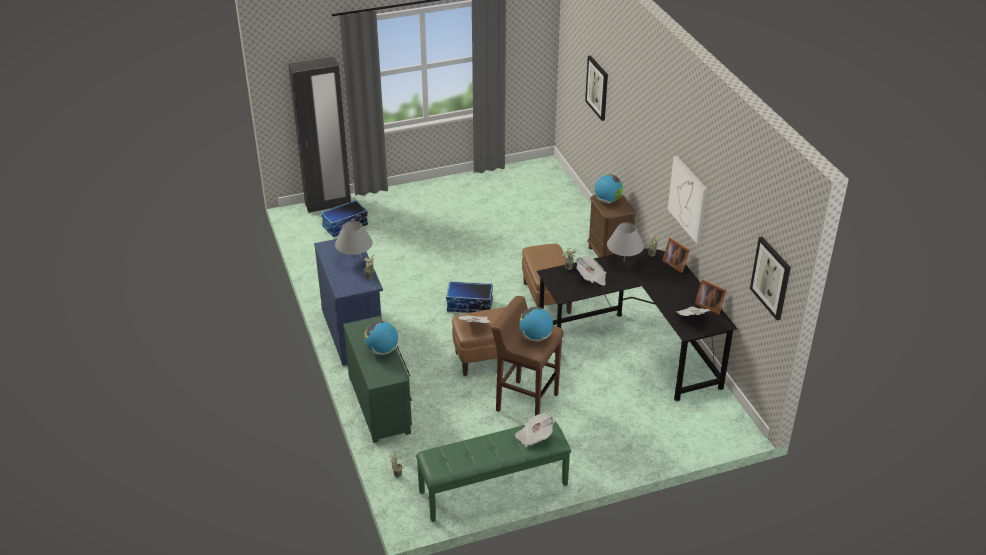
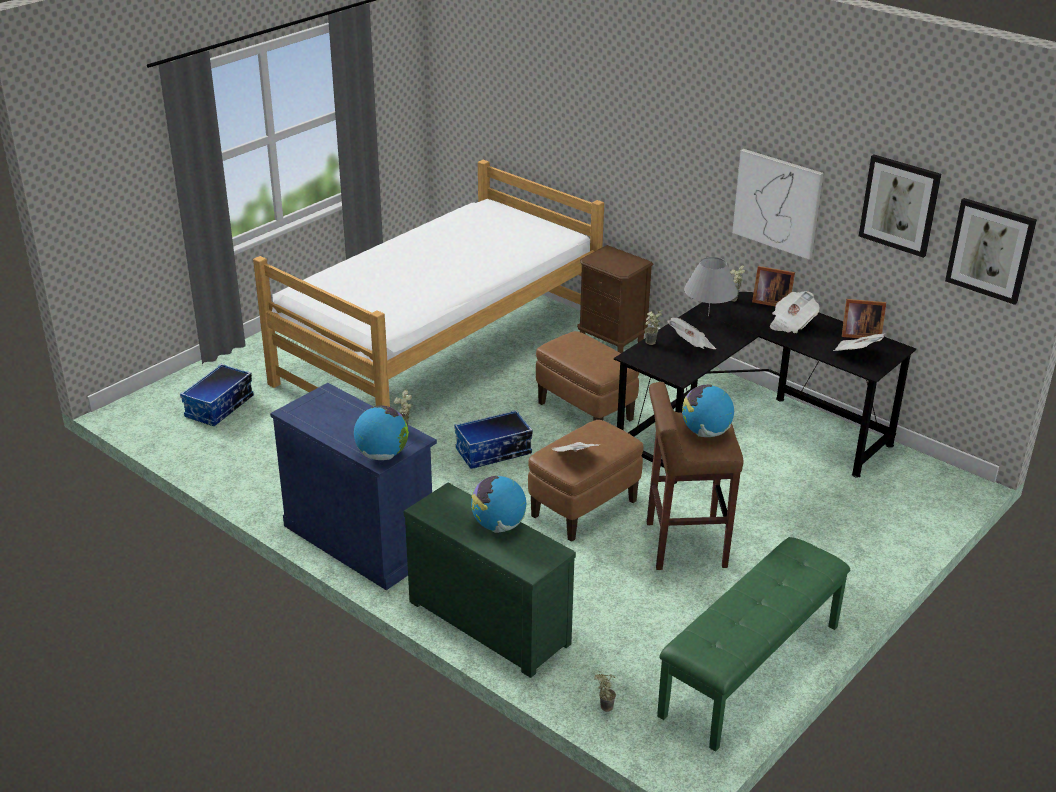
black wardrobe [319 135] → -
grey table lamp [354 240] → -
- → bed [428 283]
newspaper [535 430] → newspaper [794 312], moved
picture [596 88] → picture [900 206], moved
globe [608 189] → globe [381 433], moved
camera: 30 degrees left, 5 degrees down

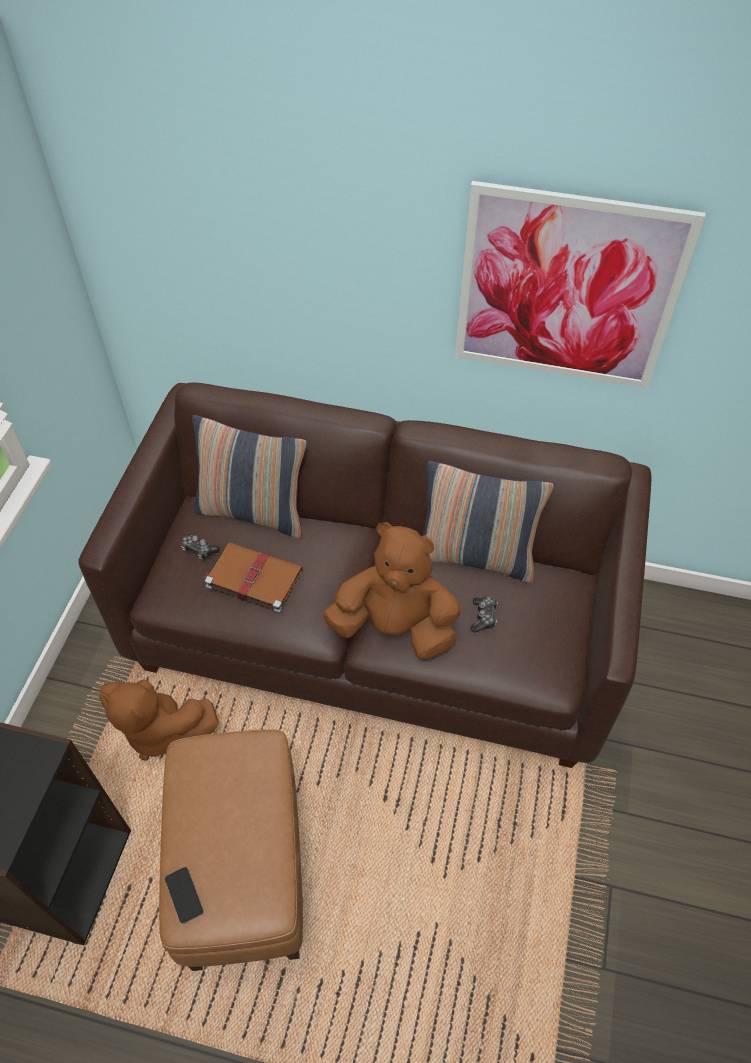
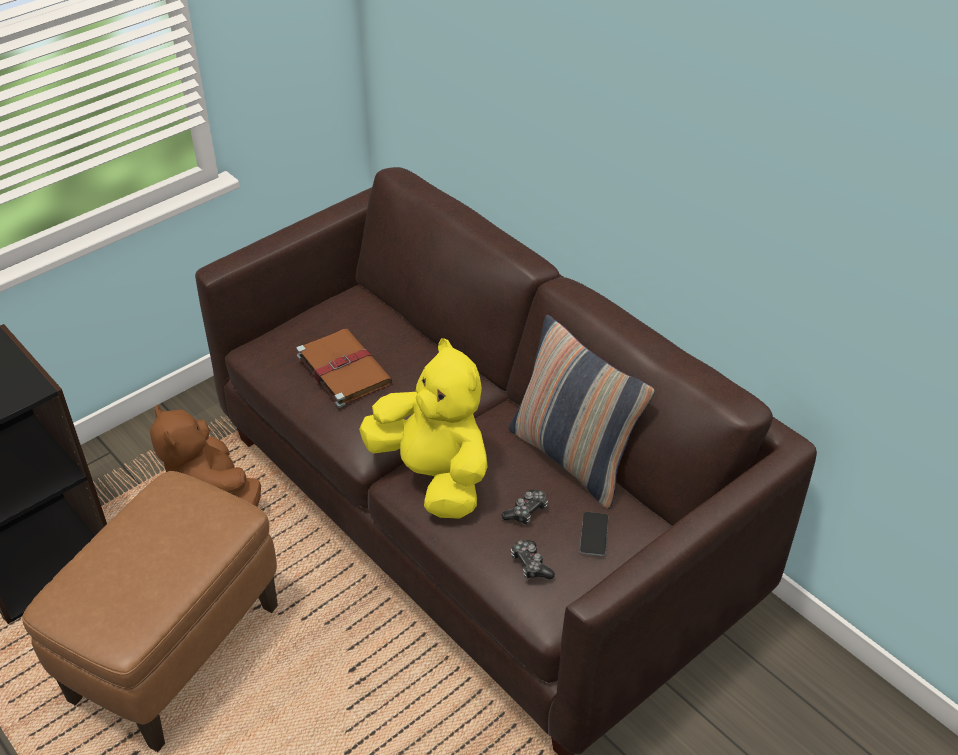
pillow [249 477] → -
picture [580 285] → -
phone [184 895] → phone [594 534], moved
game controller [200 547] → game controller [533 560], moved
brown plush toy [392 590] → yellow plush toy [423 428]
camera: 35 degrees right, 10 degrees down

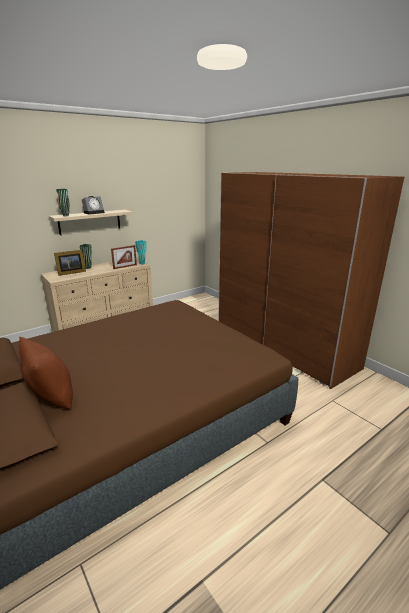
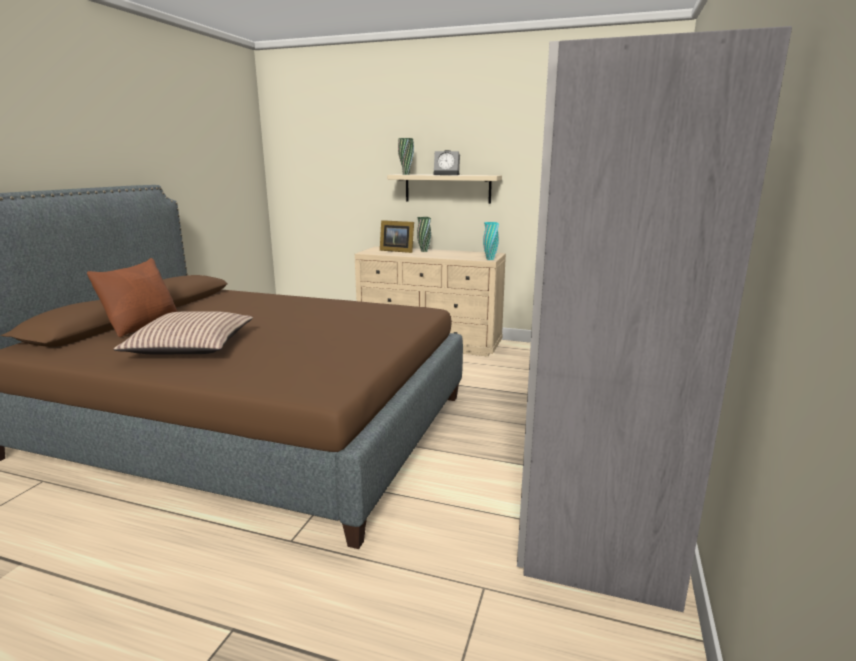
picture frame [124 257] → -
- → pillow [183 332]
brown wardrobe [311 280] → grey wardrobe [654 319]
camera: 55 degrees right, 5 degrees down

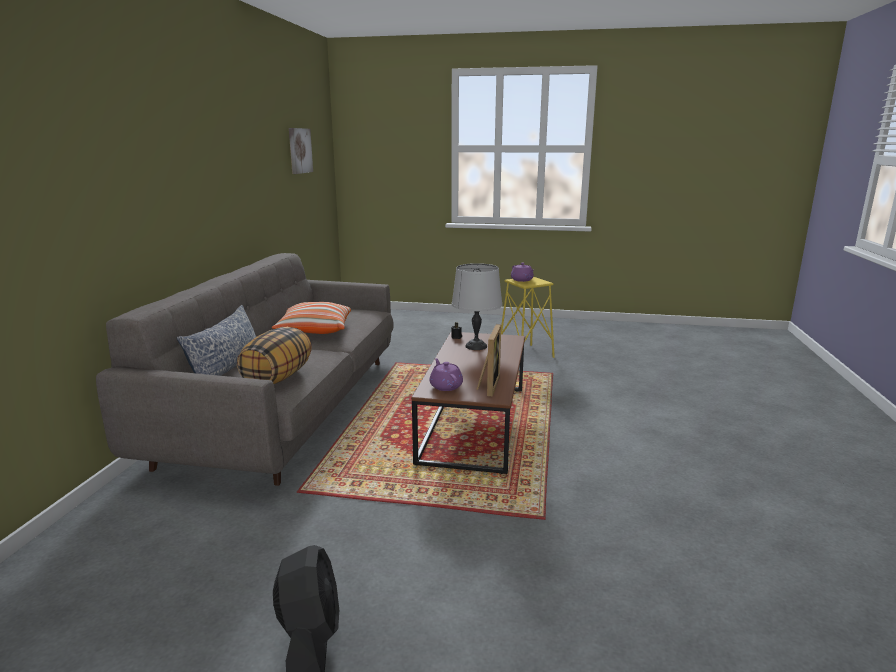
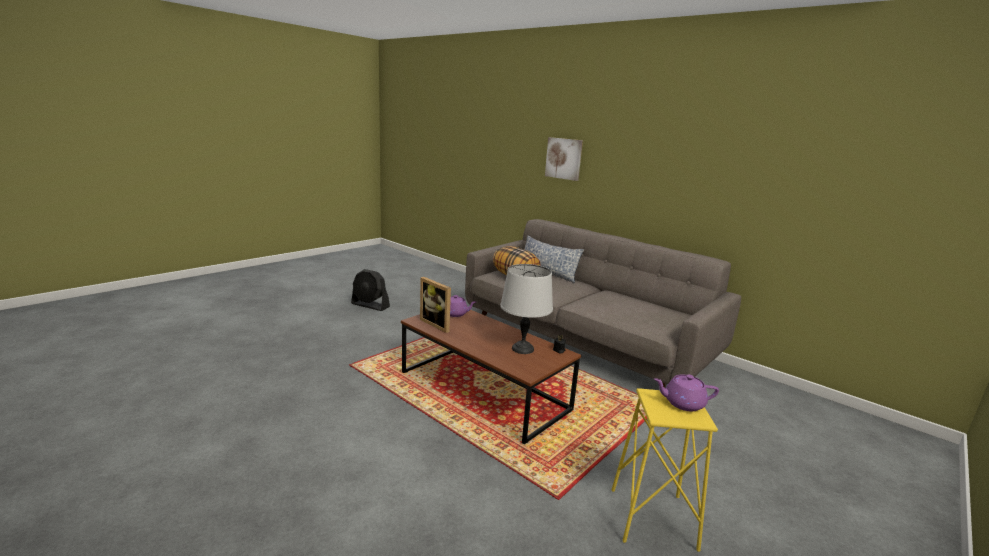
pillow [311 318] → -
picture [301 151] → picture [564 159], moved
camera: 120 degrees right, 0 degrees up

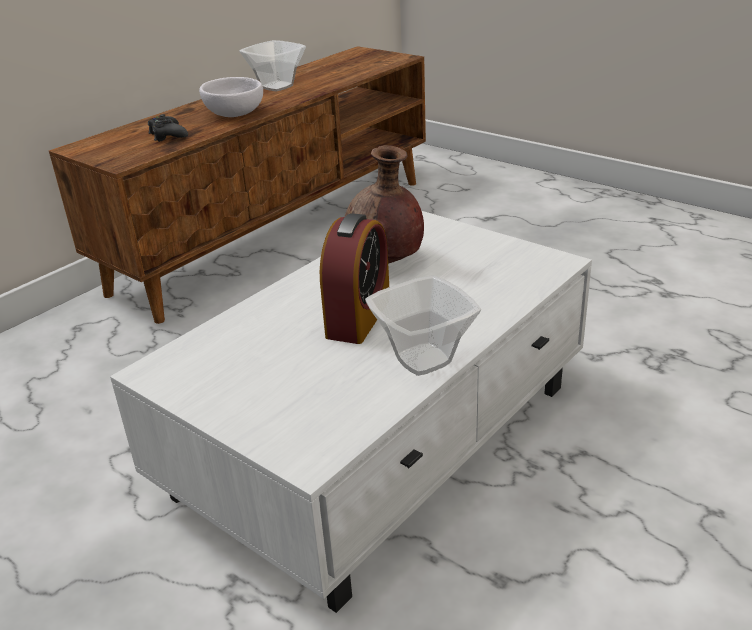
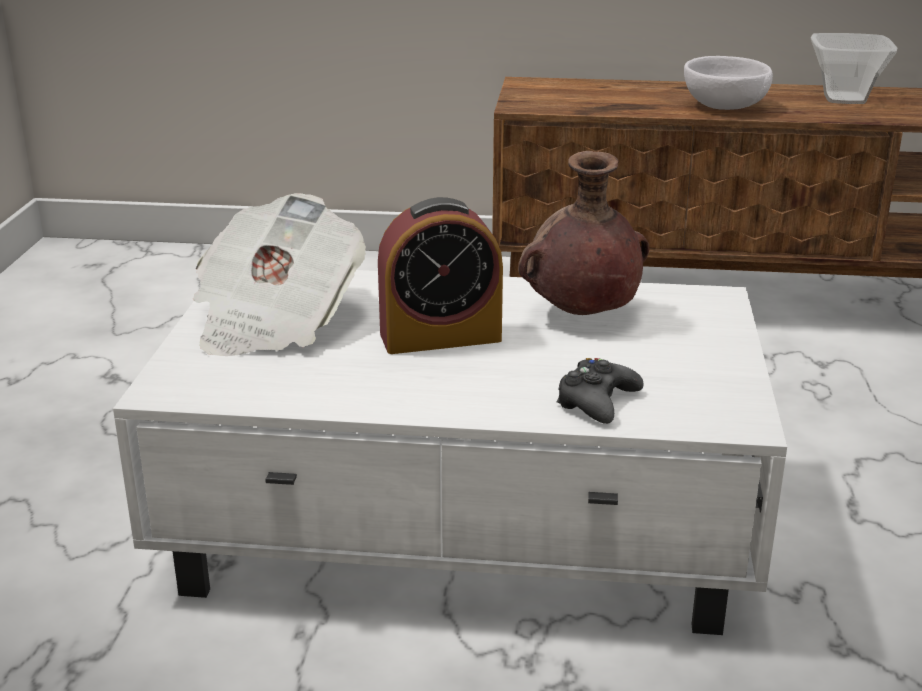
bowl [423 325] → -
- → newspaper [279 274]
black game controller [168 128] → black game controller [600 391], moved
camera: 55 degrees right, 5 degrees down

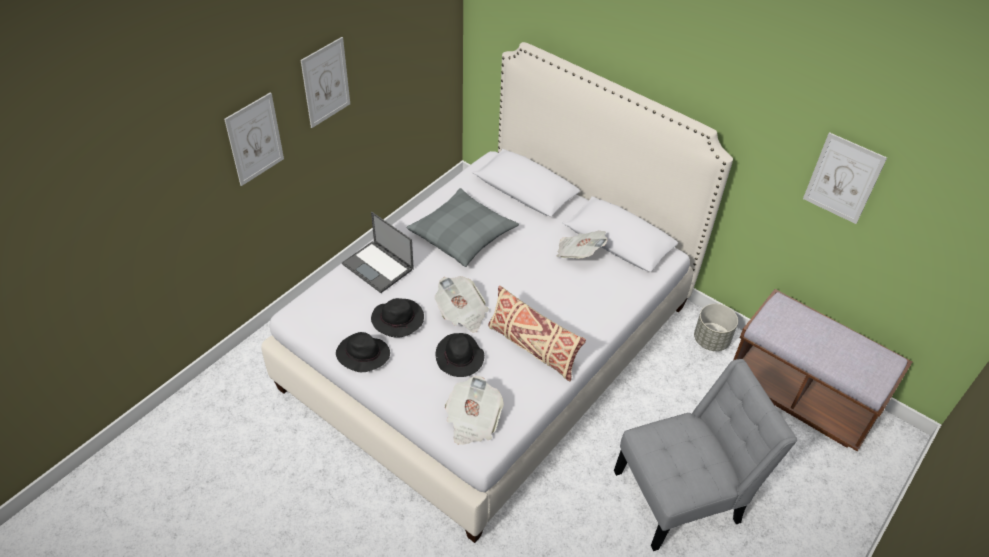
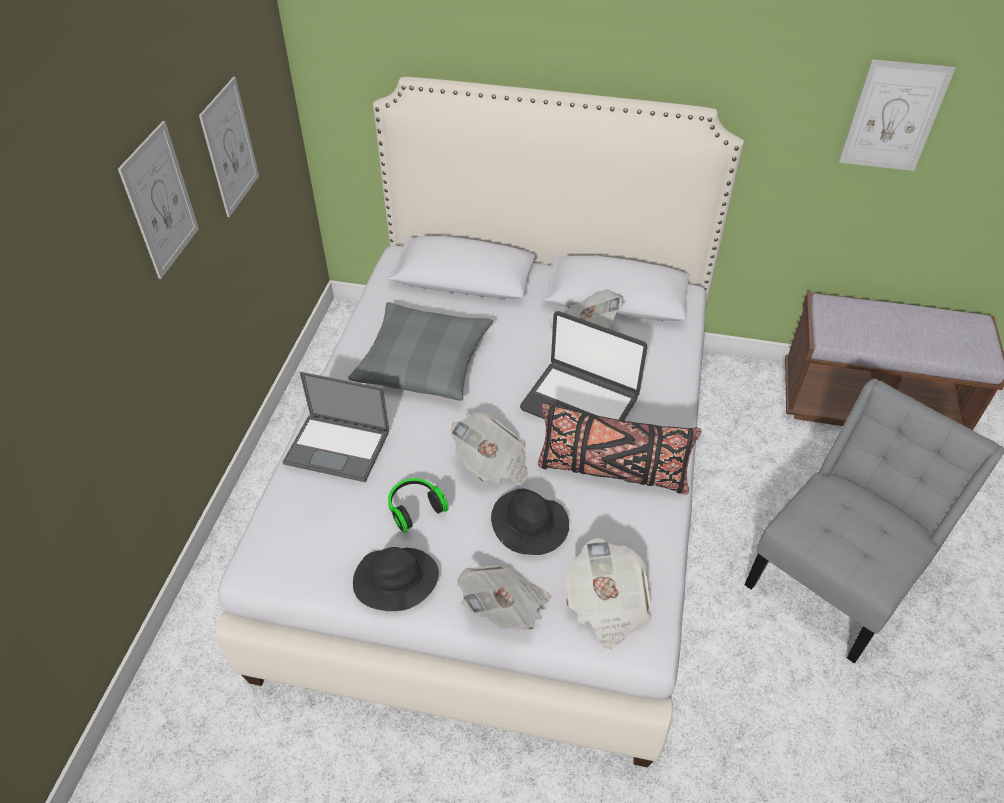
grey planter [716 327] → -
- → newspaper [504 598]
- → laptop [583 366]
picture [254 139] → picture [229 147], moved
black hat [397 318] → headphones [418 505]
beige pillow [537 333] → black pillow [619 449]
camera: 25 degrees left, 0 degrees up

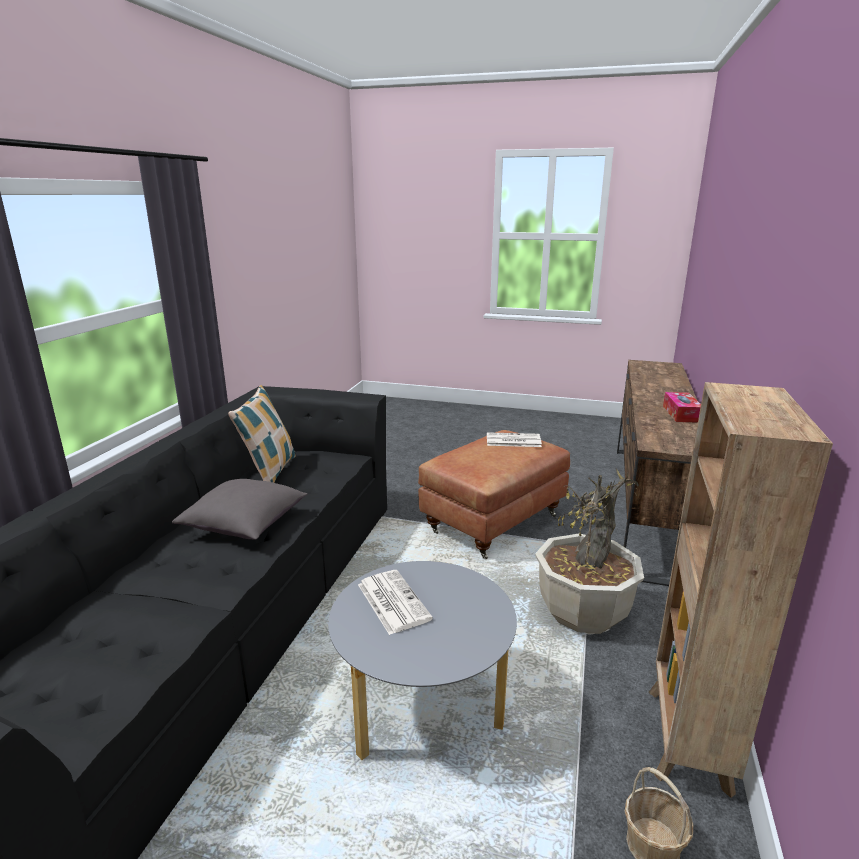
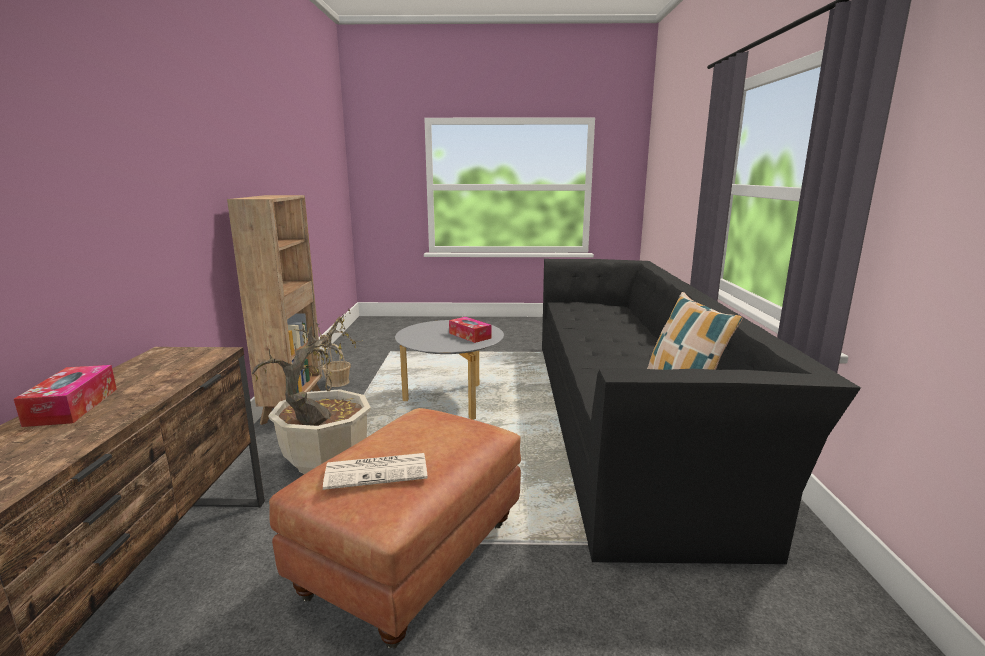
grey pillow [240 509] → -
newspaper [395 602] → tissue box [470 330]
camera: 165 degrees right, 5 degrees down

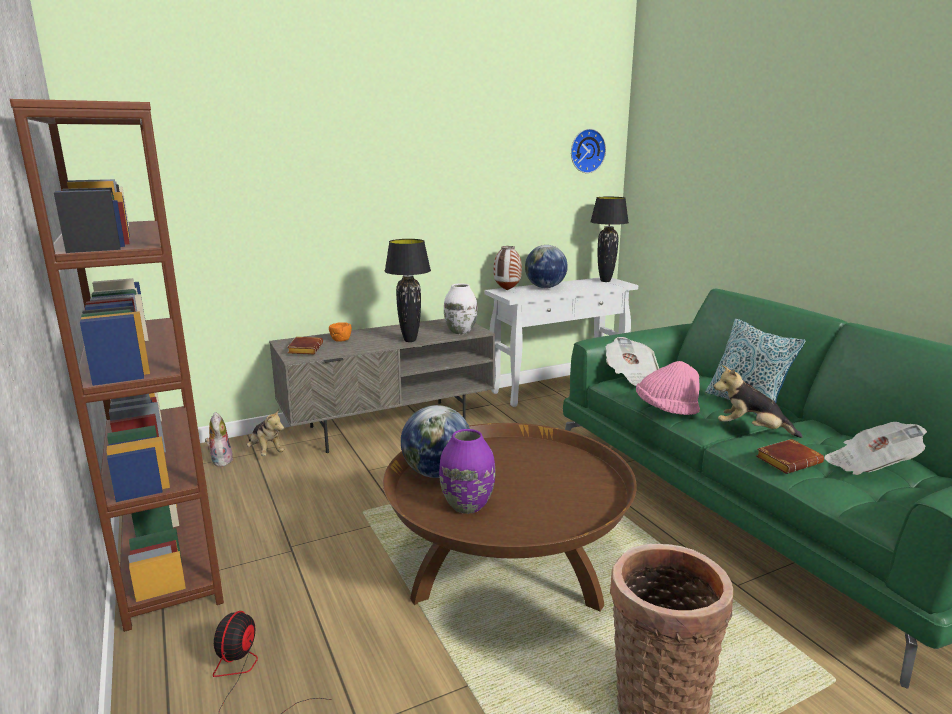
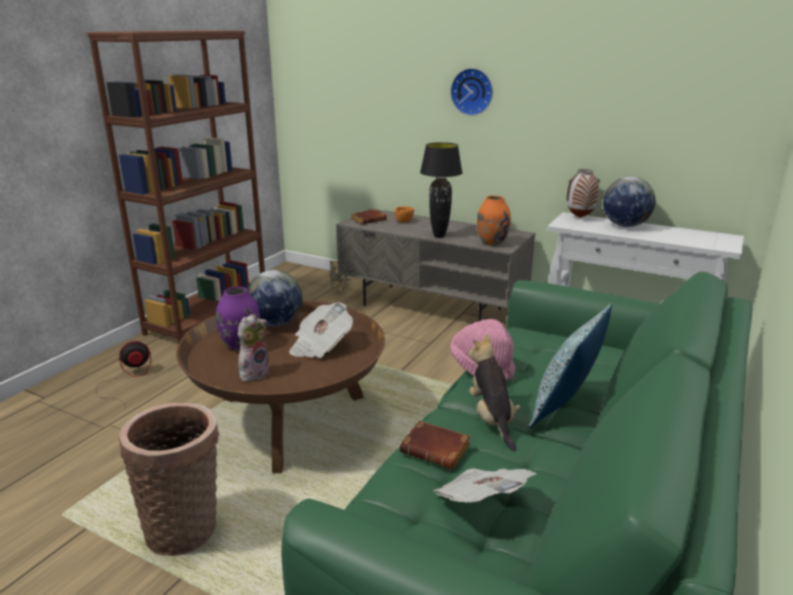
black table lamp [609 239] → -
plush toy [219 439] → plush toy [254 348], moved
wall clock [588 151] → wall clock [471 92], moved
newspaper [632 361] → newspaper [321 330], moved
white vase [461 309] → orange vase [494 220]
camera: 55 degrees right, 5 degrees up

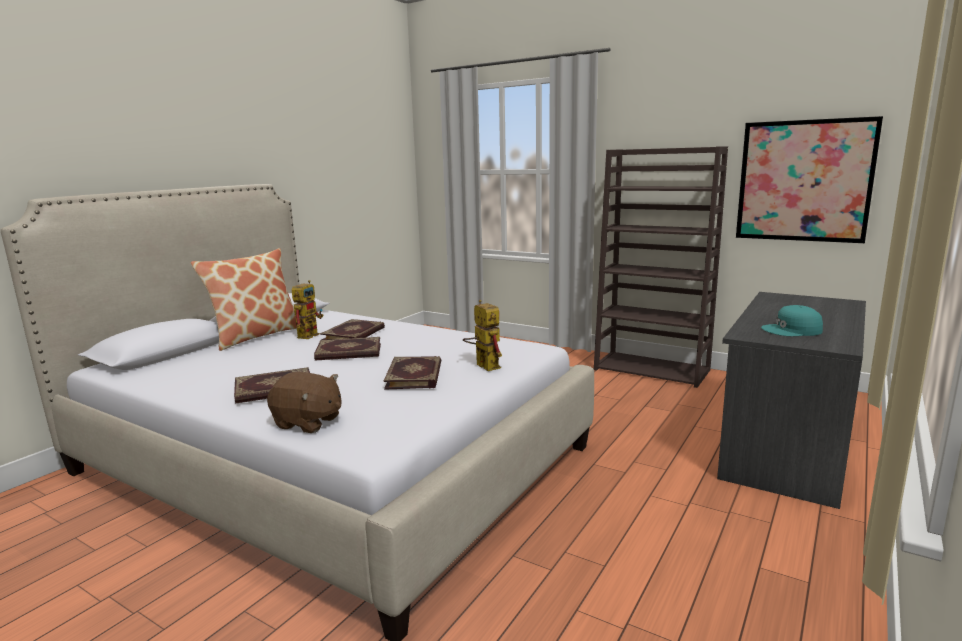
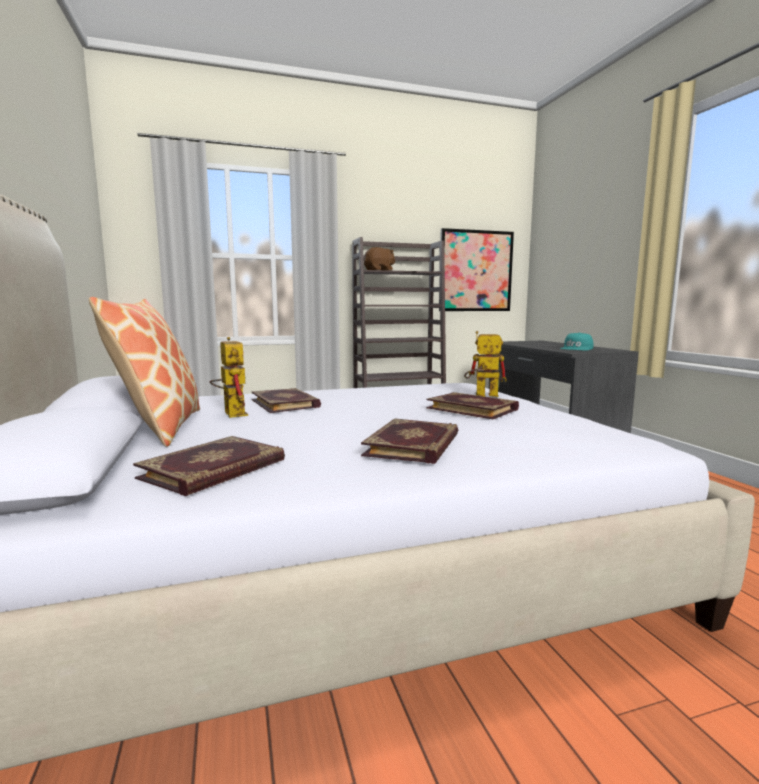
brown plush toy [304 402] → brown plush toy [379 259], moved
book [347 348] → book [209 466], moved
camera: 50 degrees left, 5 degrees down

